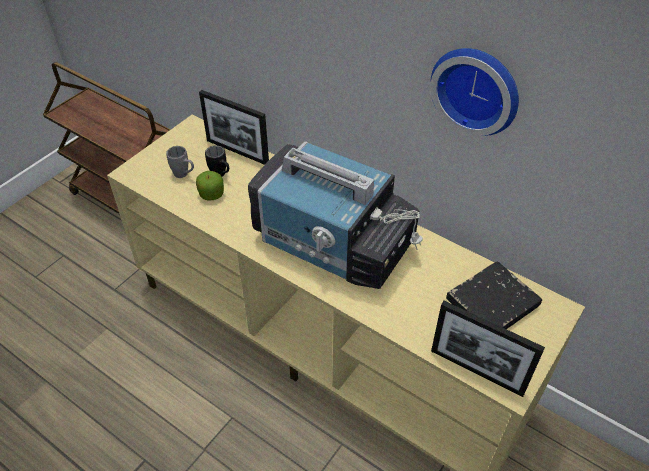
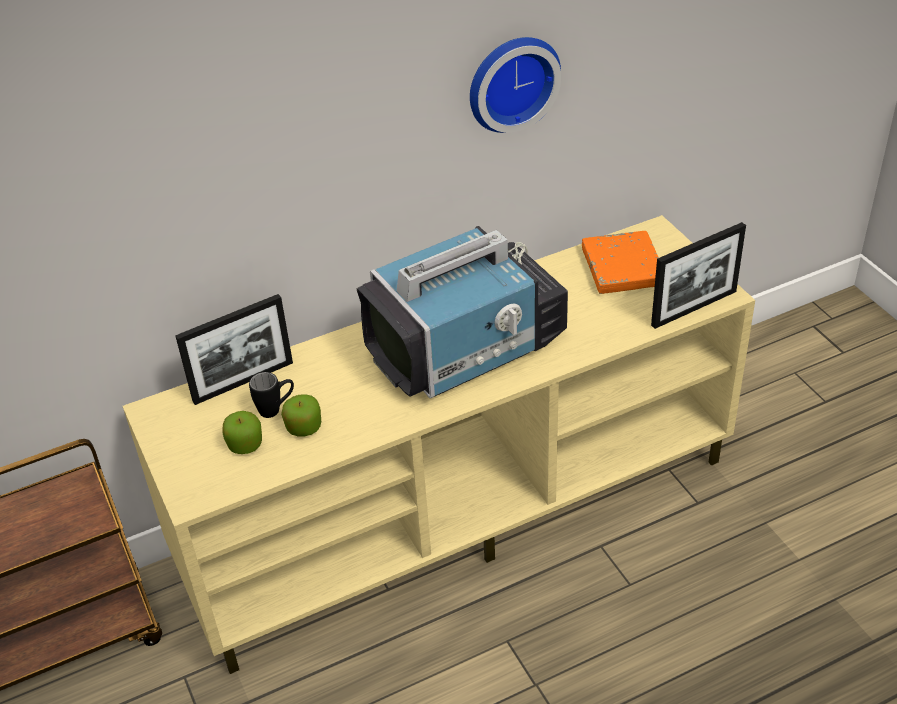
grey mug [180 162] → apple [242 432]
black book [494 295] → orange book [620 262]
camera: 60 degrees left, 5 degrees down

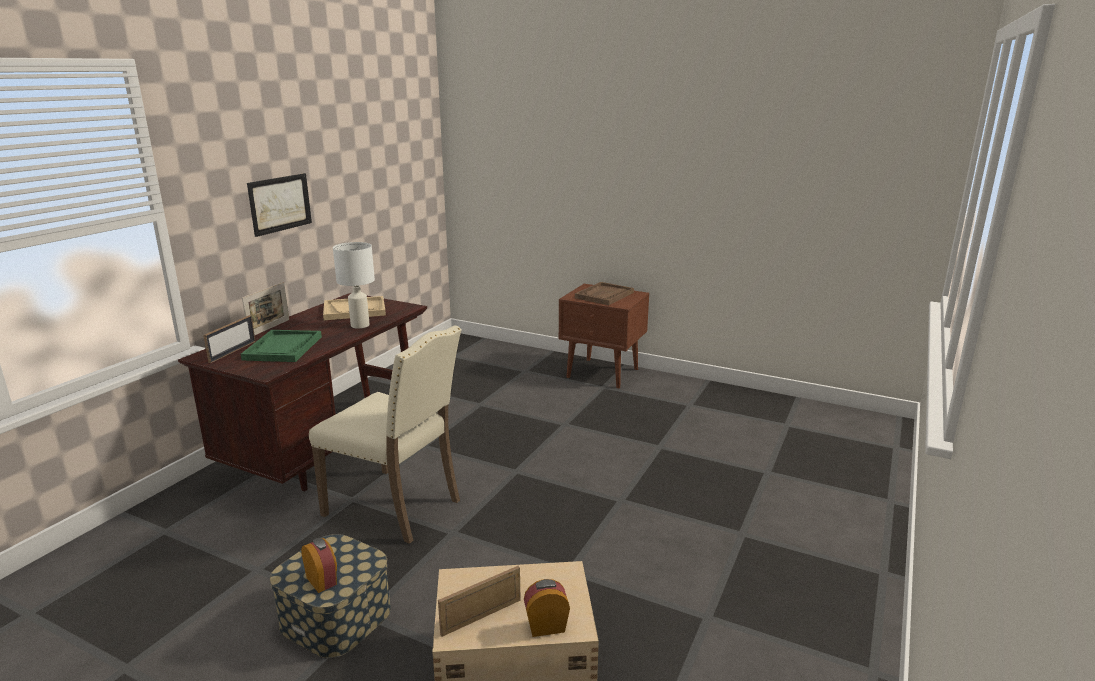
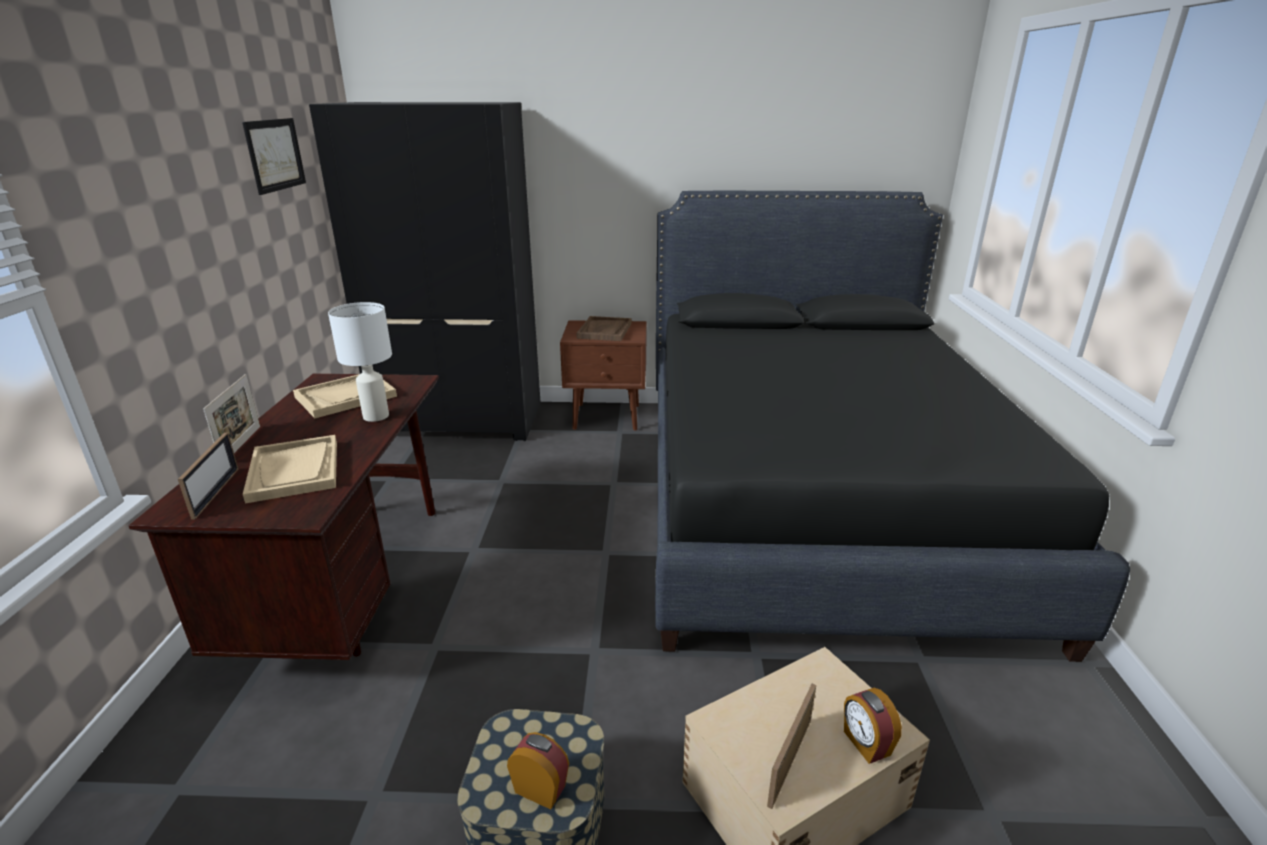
beige chair [385 434] → -
- → black wardrobe [425 271]
- → black bed [892 426]
picture [279 205] → picture [274 156], moved
green tray [281 346] → beige tray [290 469]
alarm clock [547 608] → alarm clock [873 726], 75 degrees counterclockwise
camera: 25 degrees left, 5 degrees up

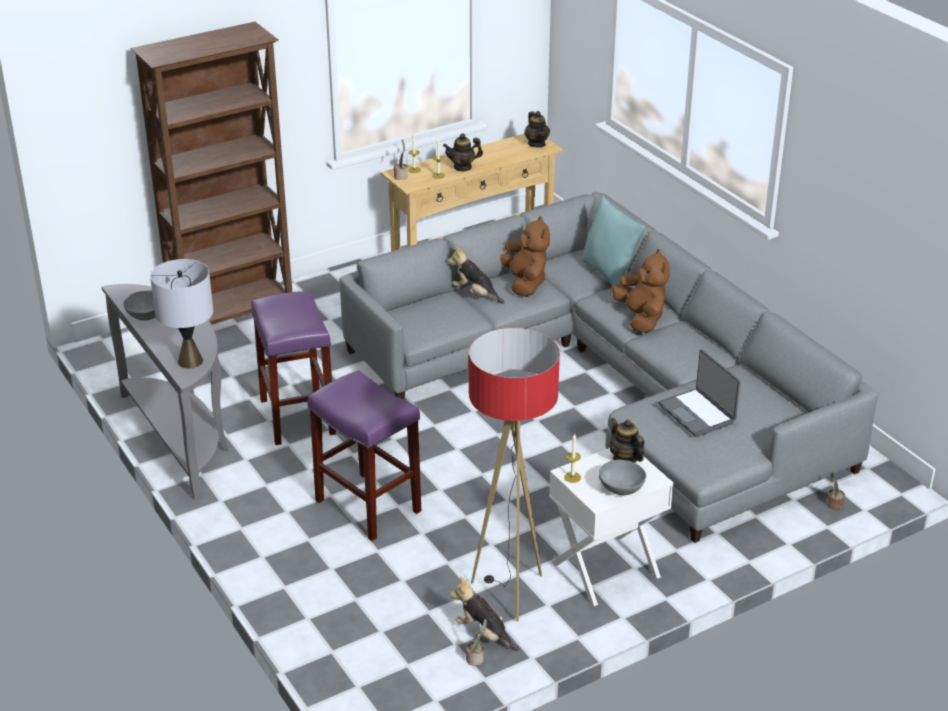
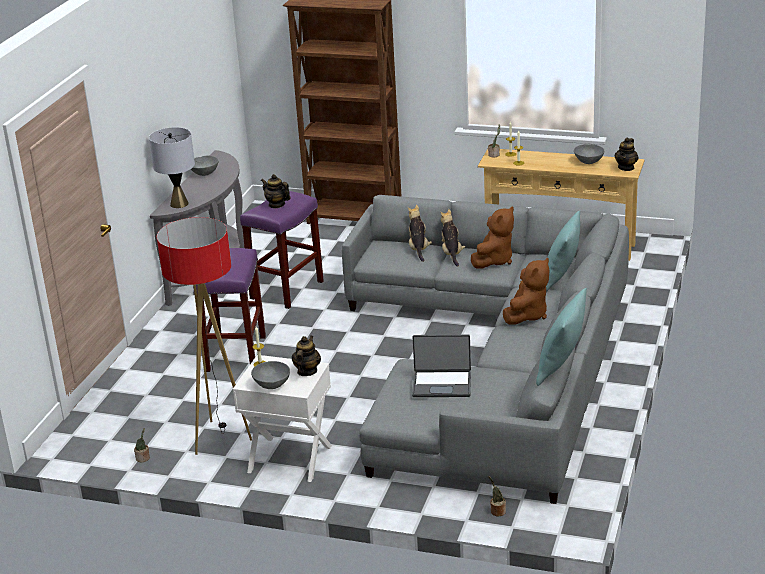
- → turquoise pillow [561 337]
- → grey bowl [589 154]
teapot [463 152] → teapot [276 191], moved
plush toy [485 614] → plush toy [420 233], moved
laptop [699 393] → laptop [441 365], 105 degrees counterclockwise
camera: 50 degrees right, 5 degrees down

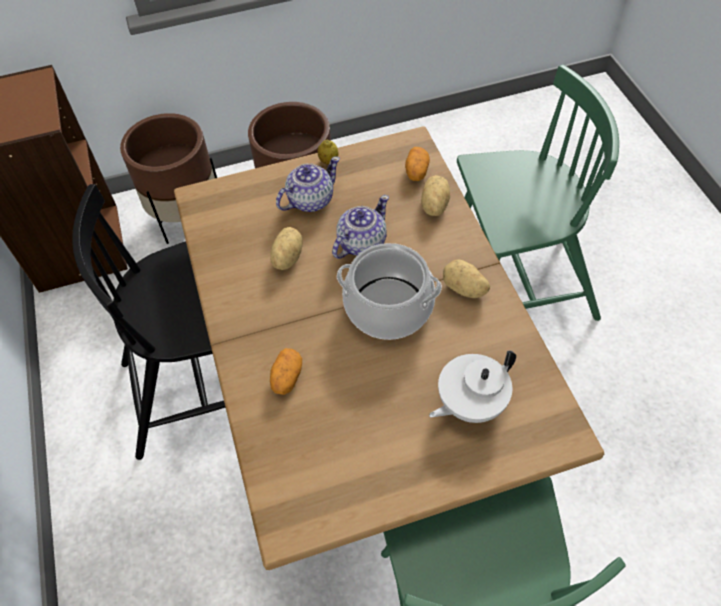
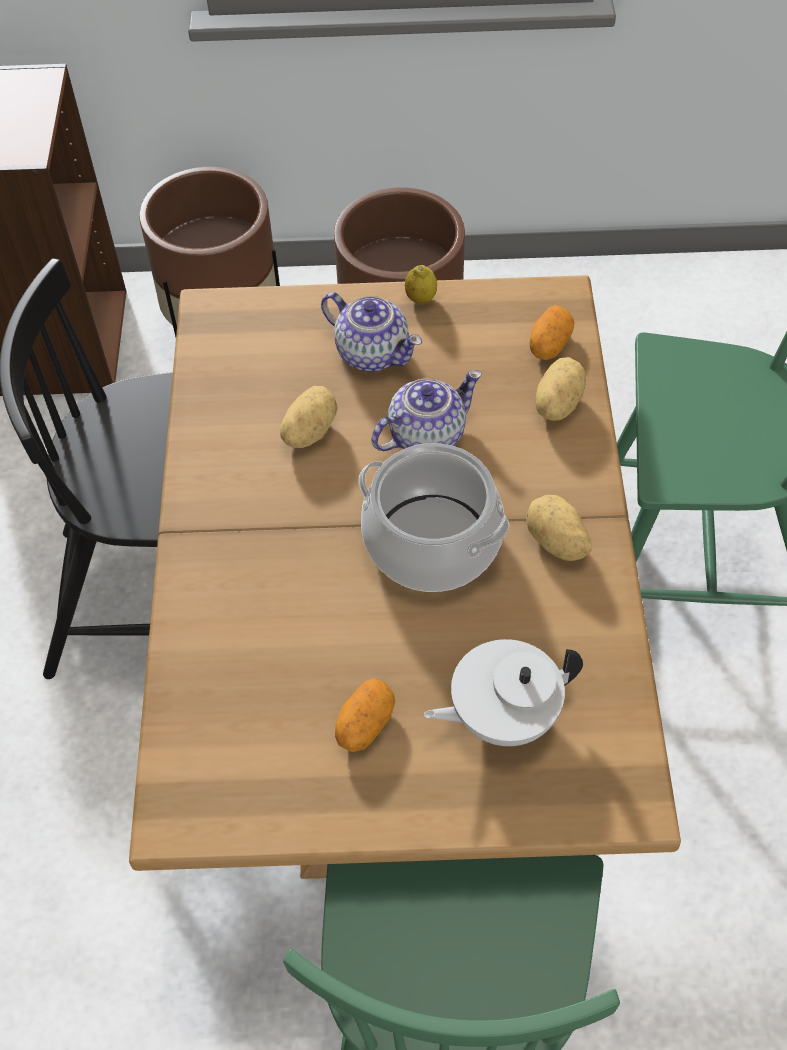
potato [286 371] → potato [365 715], moved
teapot [308 184] → teapot [371 332], 60 degrees clockwise
camera: 15 degrees right, 0 degrees up

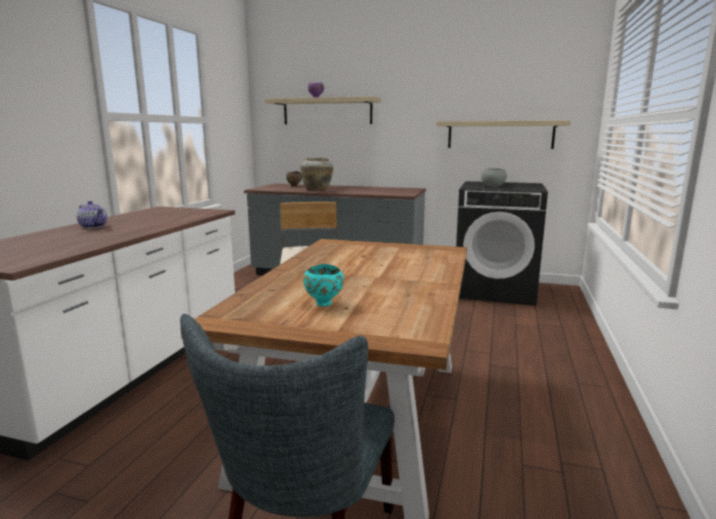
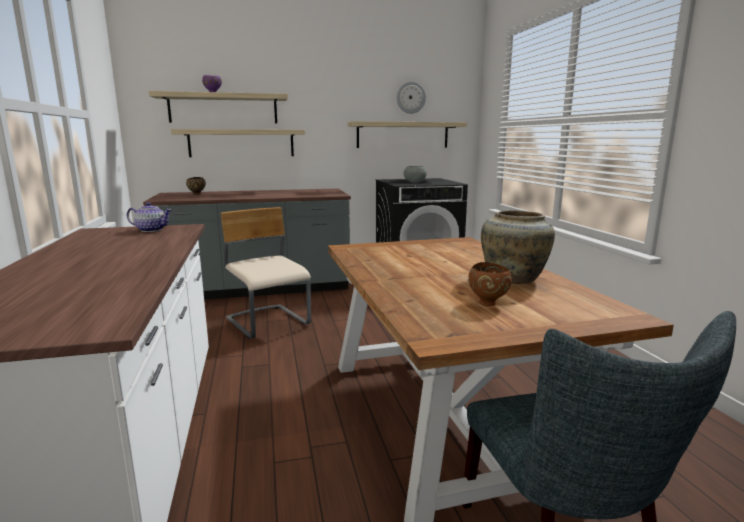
- → shelf [238 143]
- → wall clock [411 97]
teapot [92 214] → teapot [149 217], moved
beige vase [316 174] → beige vase [518 247], moved
turquoise bowl [323 285] → brown bowl [490 284]
camera: 30 degrees left, 0 degrees up

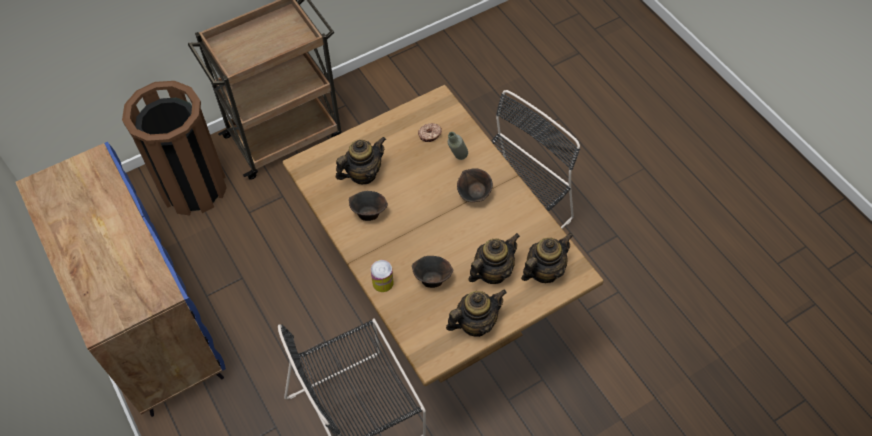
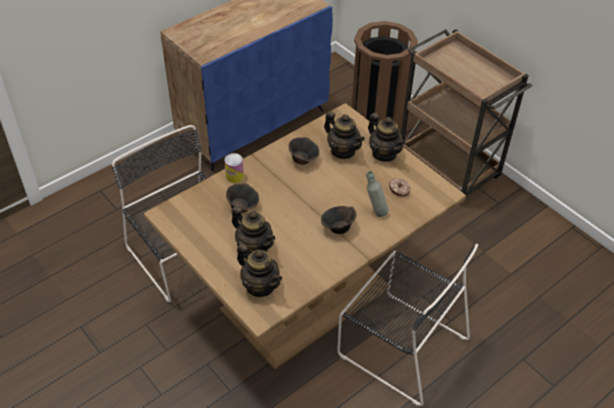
teapot [476 313] → teapot [386 137], moved
camera: 80 degrees right, 10 degrees down

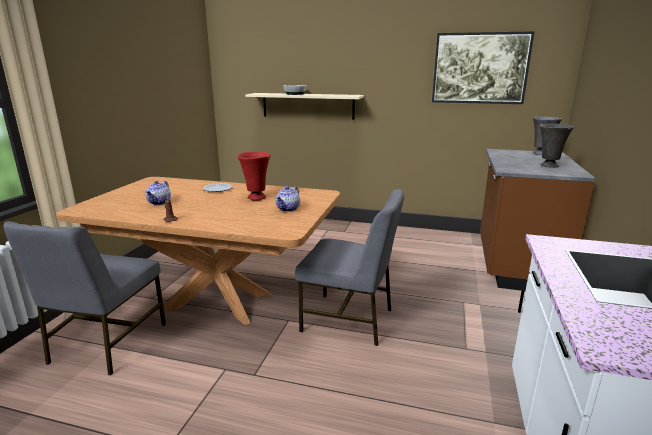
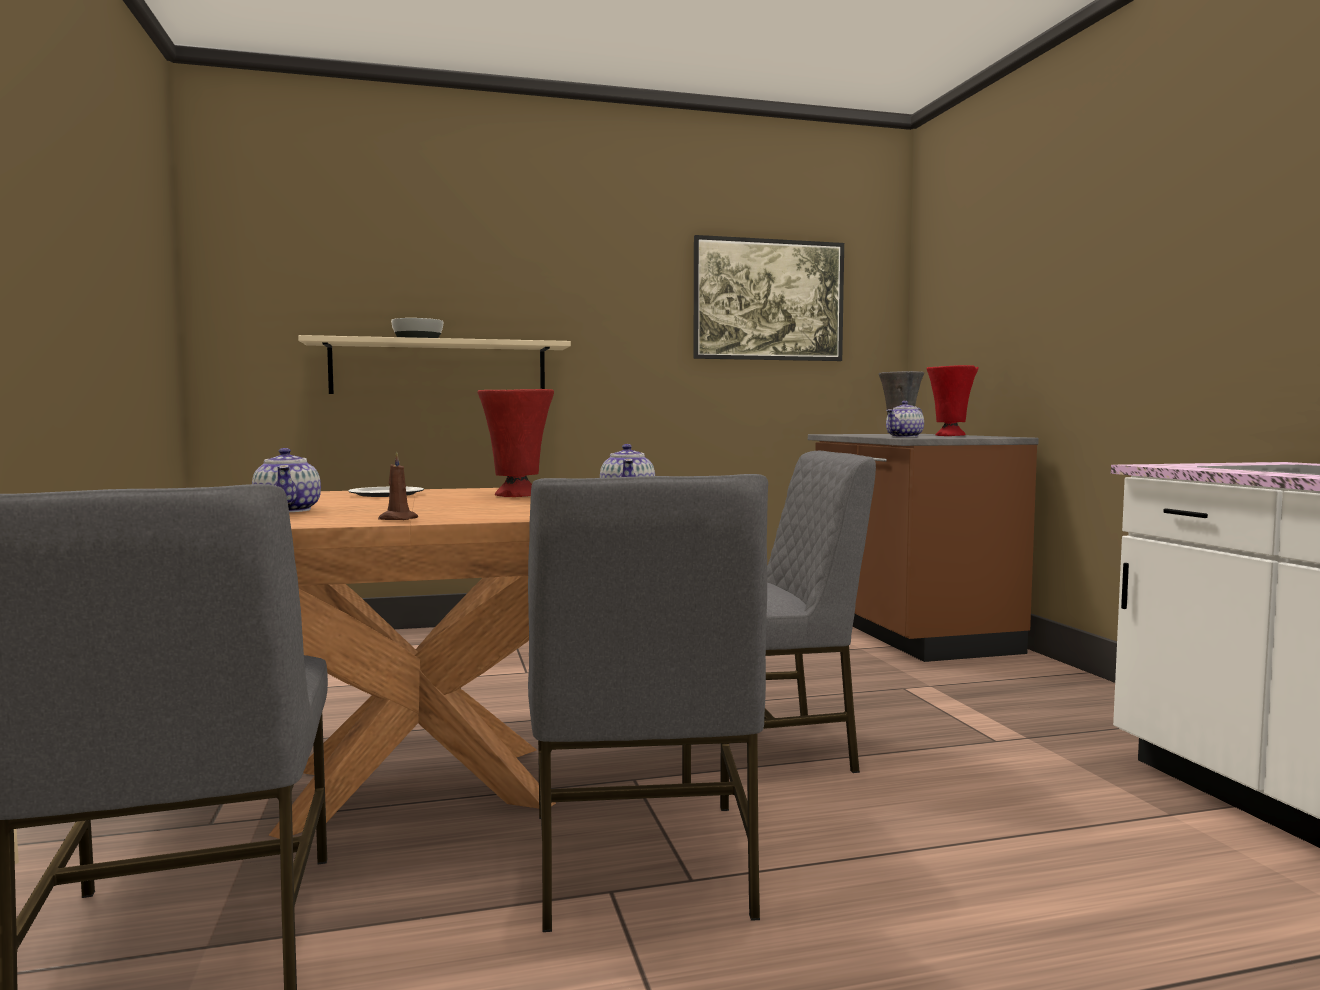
- → grey chair [648 703]
- → teapot [905 419]
grey vase [557 146] → red vase [952 400]
camera: 30 degrees left, 15 degrees down

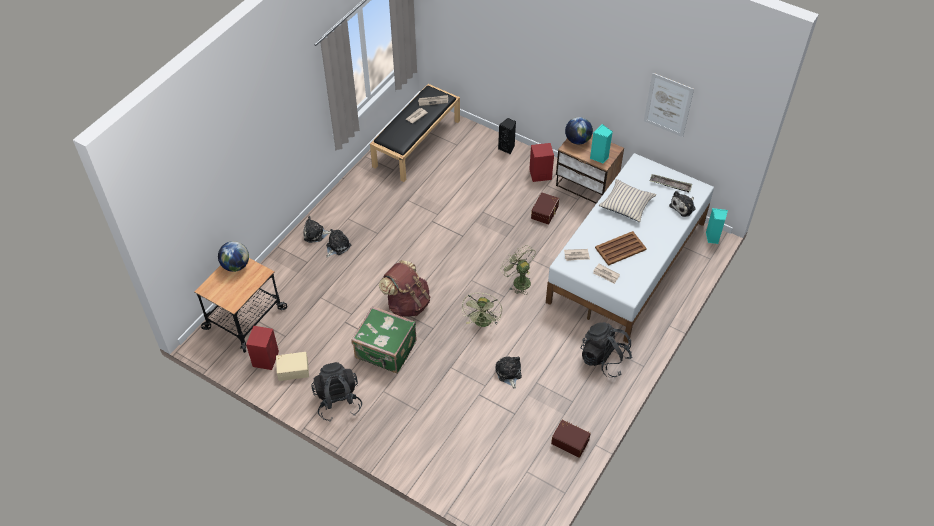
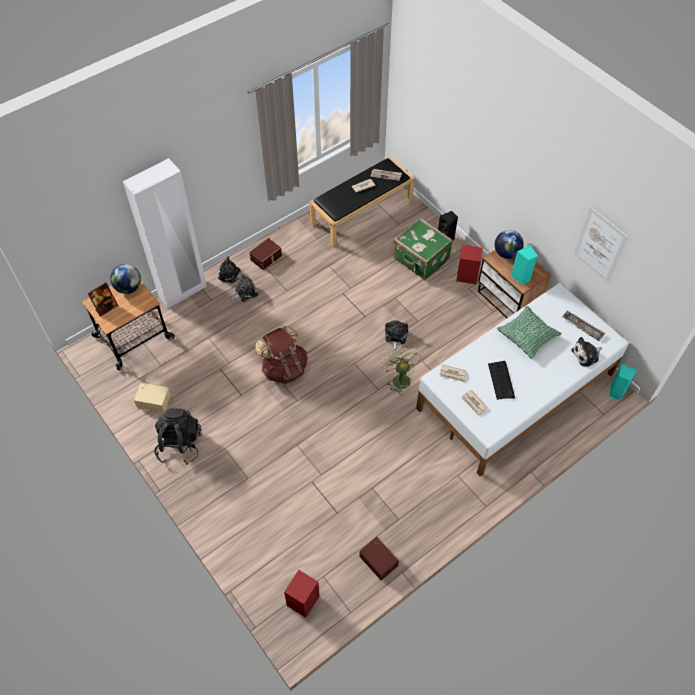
green fan [482 310] → -
black backpack [607 349] → -
- → picture frame [103 299]
- → white wardrobe [165 233]
red speaker [262 348] → red speaker [302 594], moved
green suitcase [384 340] → green suitcase [423 249], moved
plush toy [508 372] → plush toy [396 335], moved
brown storage box [545 208] → brown storage box [265 254], moved
brown tray [621 248] → keyboard [501 380]
beige pillow [627 200] → green pillow [529 332]
camera: 20 degrees right, 5 degrees up

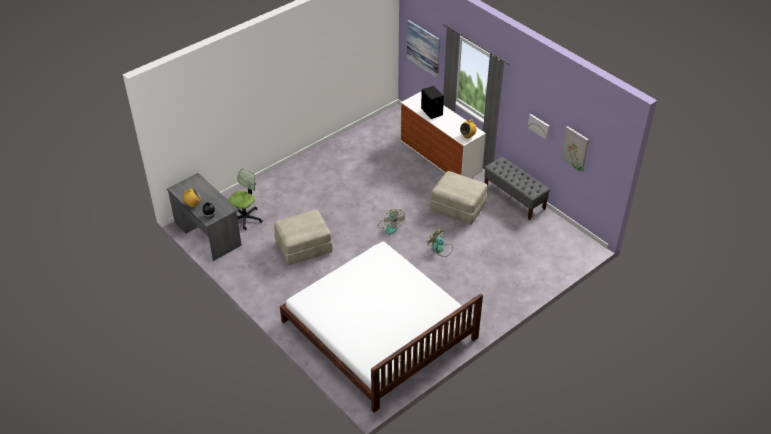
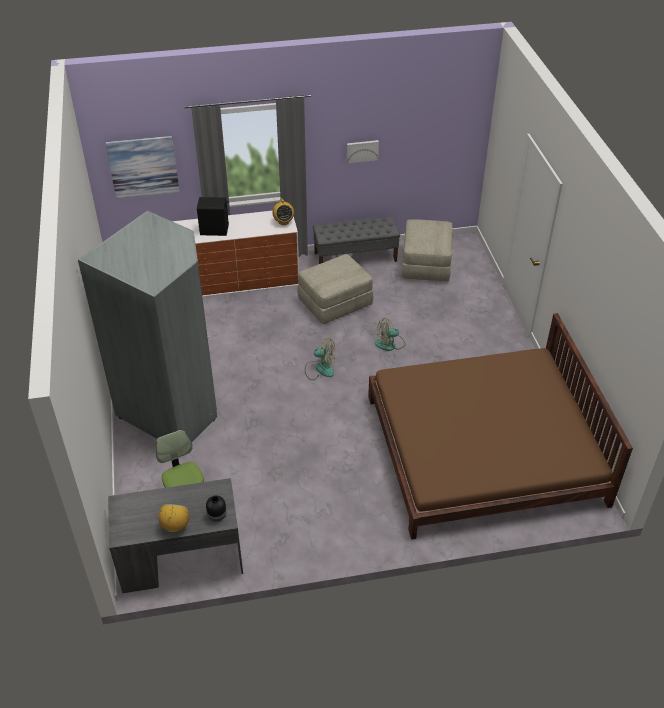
picture [575 149] → -
- → grey wardrobe [147 327]
beige ottoman [303 237] → beige ottoman [427 250], moved
white bed [381 327] → brown bed [500 426]
camera: 60 degrees left, 0 degrees up

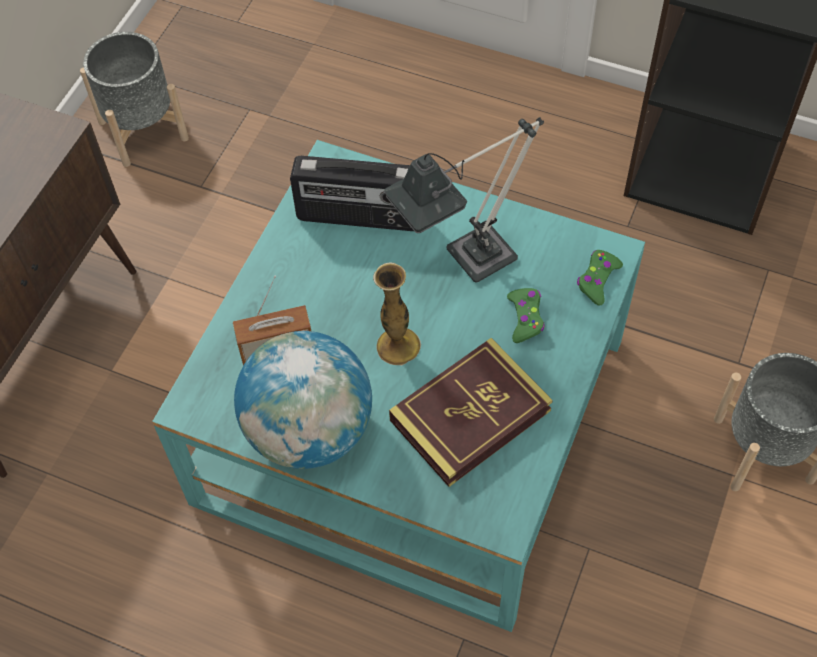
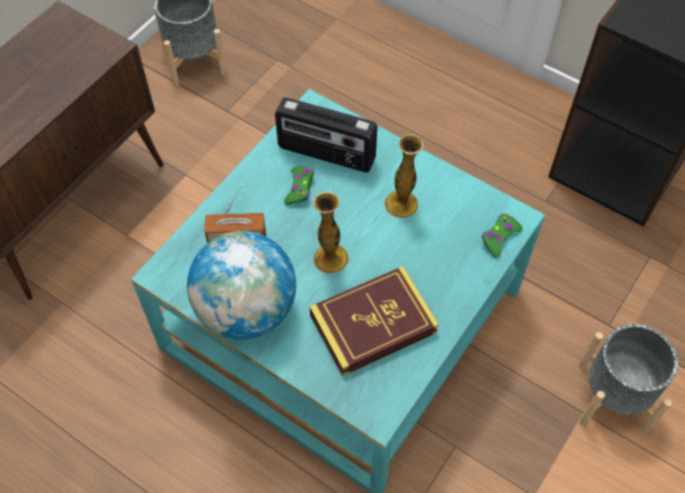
green game controller [526 315] → green game controller [299 185], moved
table lamp [464 199] → vase [404 176]
camera: 10 degrees right, 0 degrees up

